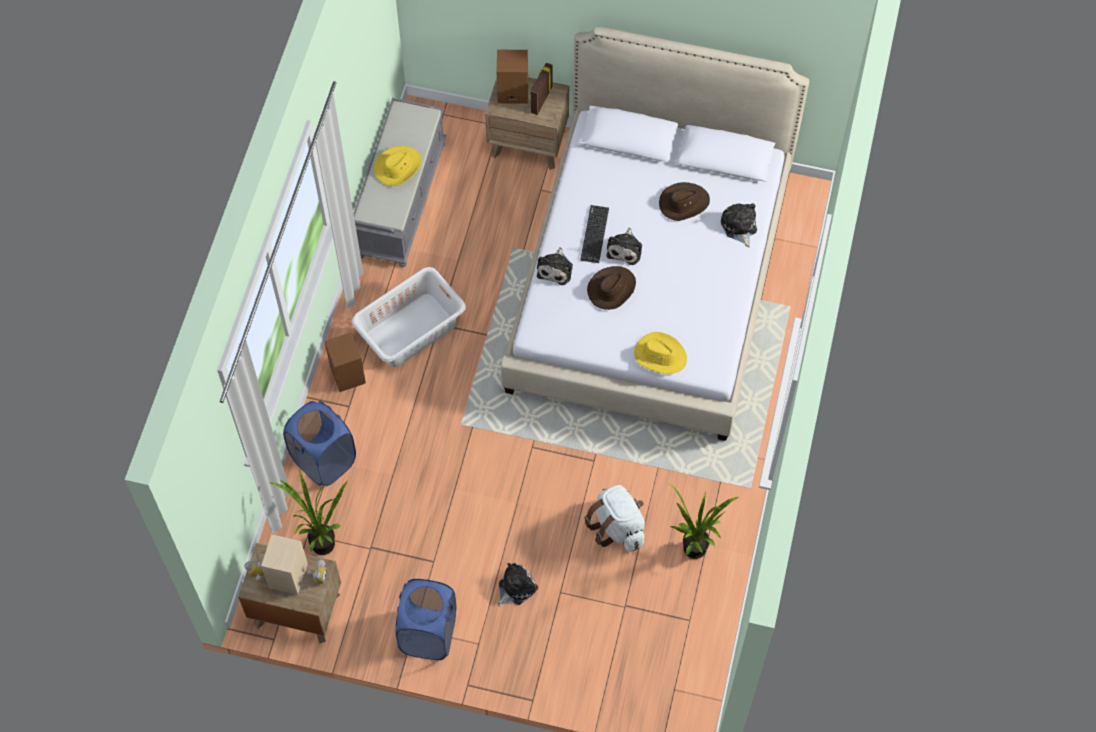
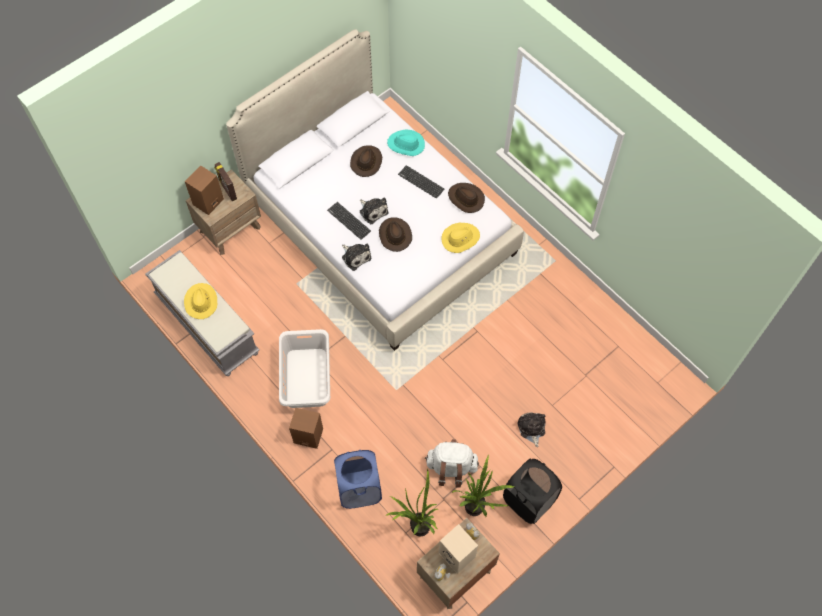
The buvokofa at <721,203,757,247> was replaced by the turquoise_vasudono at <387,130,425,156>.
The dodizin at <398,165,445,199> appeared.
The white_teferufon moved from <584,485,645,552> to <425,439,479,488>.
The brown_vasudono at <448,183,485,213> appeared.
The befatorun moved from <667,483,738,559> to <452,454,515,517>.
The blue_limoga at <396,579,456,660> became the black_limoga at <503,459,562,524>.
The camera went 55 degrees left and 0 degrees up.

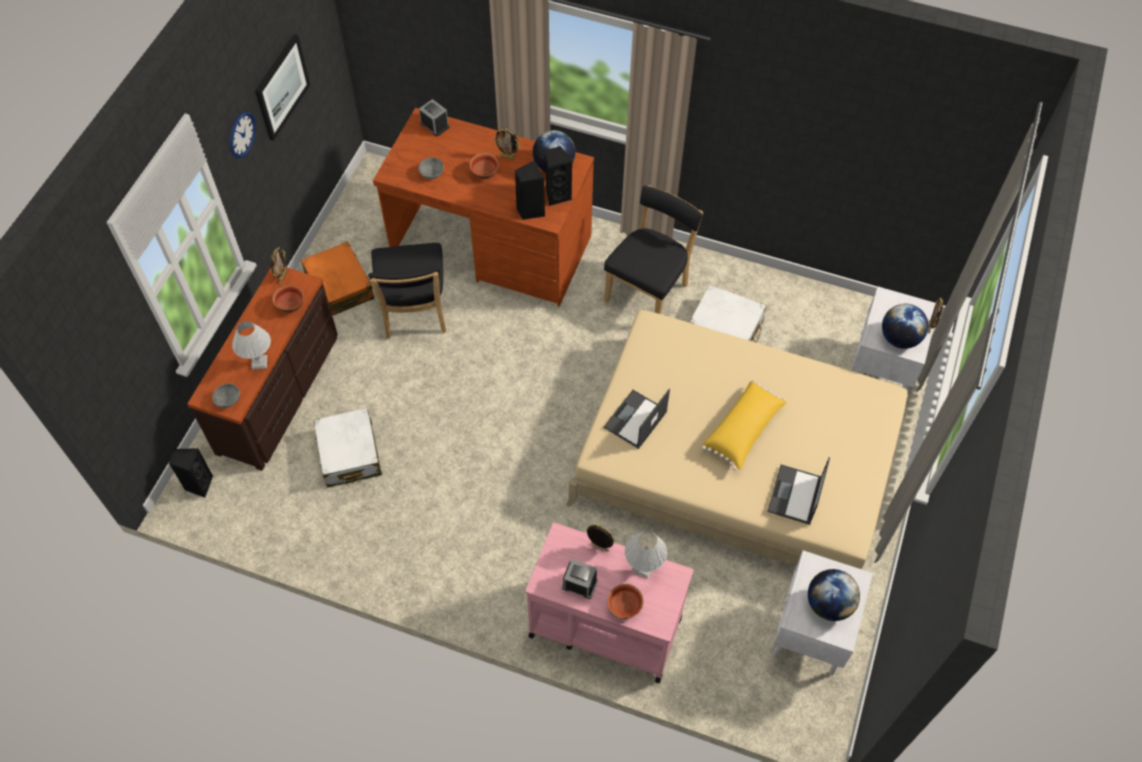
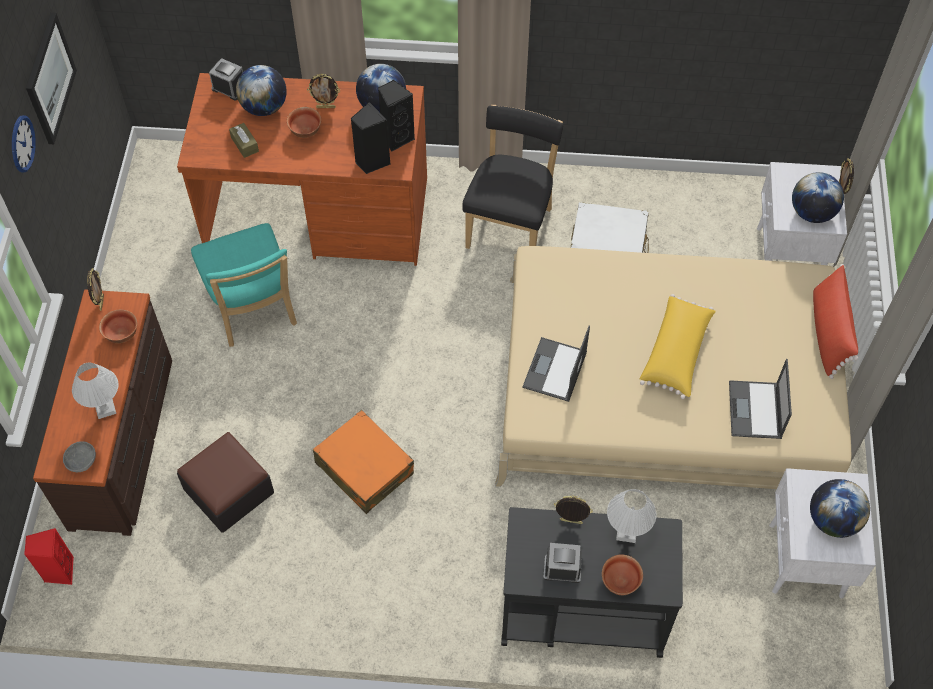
The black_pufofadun at <168,448,213,498> became the red_pufofadun at <24,528,74,585>.
The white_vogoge at <314,408,382,488> was replaced by the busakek at <177,432,274,533>.
The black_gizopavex at <368,243,446,338> became the turquoise_gizopavex at <191,223,297,347>.
The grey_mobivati at <419,157,444,179> was replaced by the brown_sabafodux at <229,123,259,158>.
The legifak at <236,65,287,116> appeared.
The orange_vogoge moved from <301,242,374,316> to <313,410,414,514>.
The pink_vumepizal at <525,523,694,683> became the black_vumepizal at <501,507,683,658>.
The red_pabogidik at <813,264,859,379> appeared.
The camera went 15 degrees left and 0 degrees up.

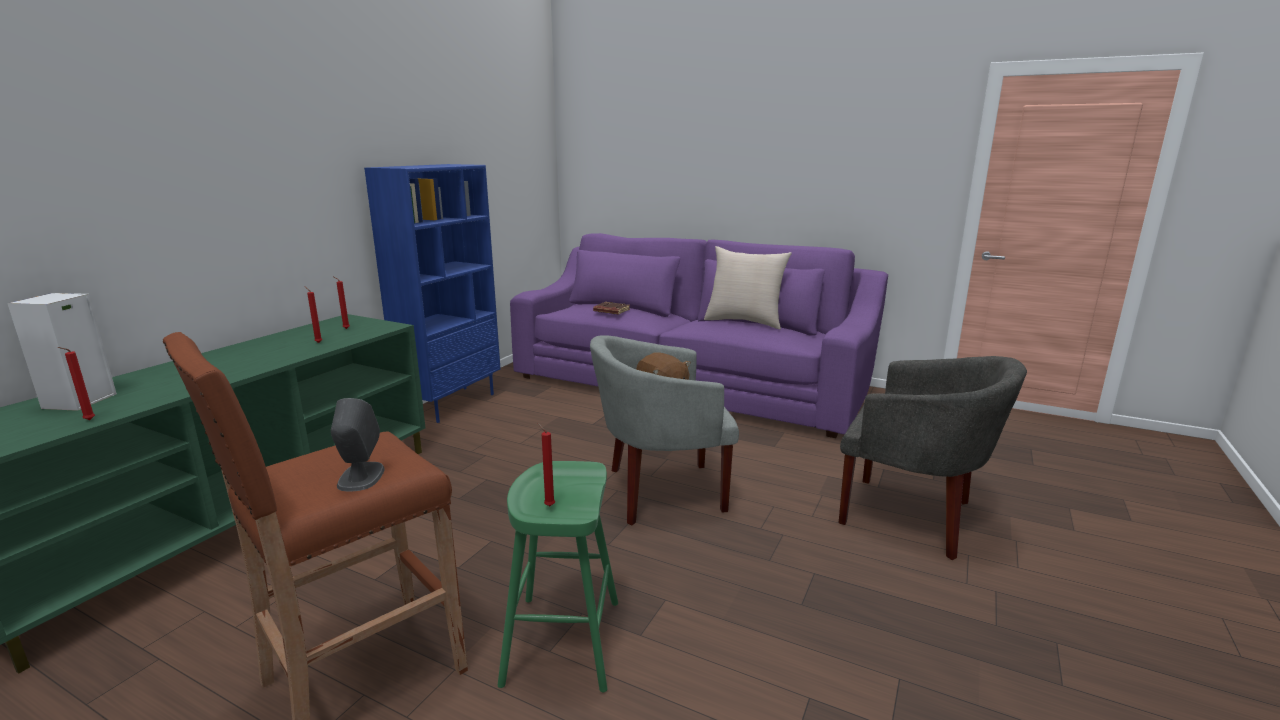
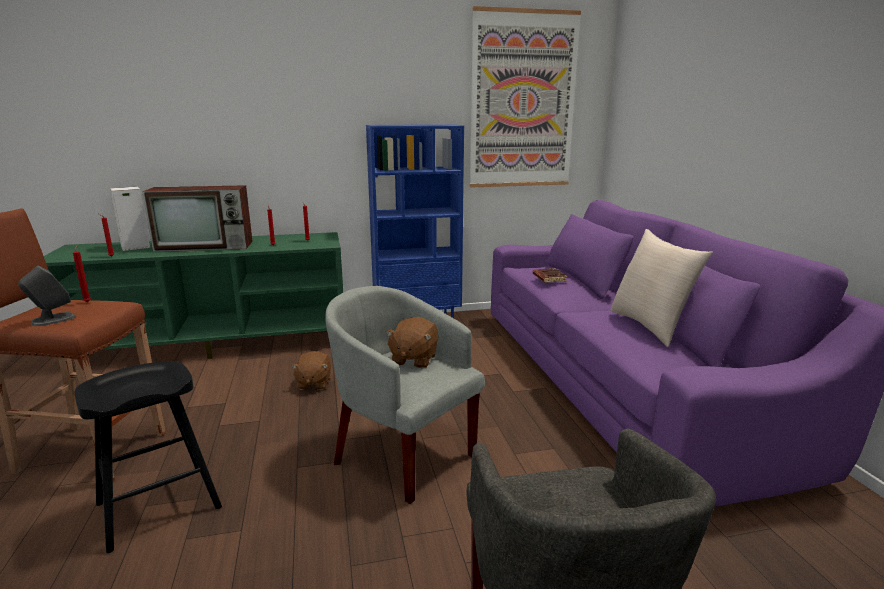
The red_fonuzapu moved from <538,423,555,506> to <73,245,91,303>.
The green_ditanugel at <498,461,618,692> became the black_ditanugel at <75,361,222,553>.
The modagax at <142,185,253,252> appeared.
The brown_buvokofa at <291,351,331,390> appeared.
The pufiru at <470,6,581,188> appeared.
The camera went 50 degrees right and 0 degrees up.

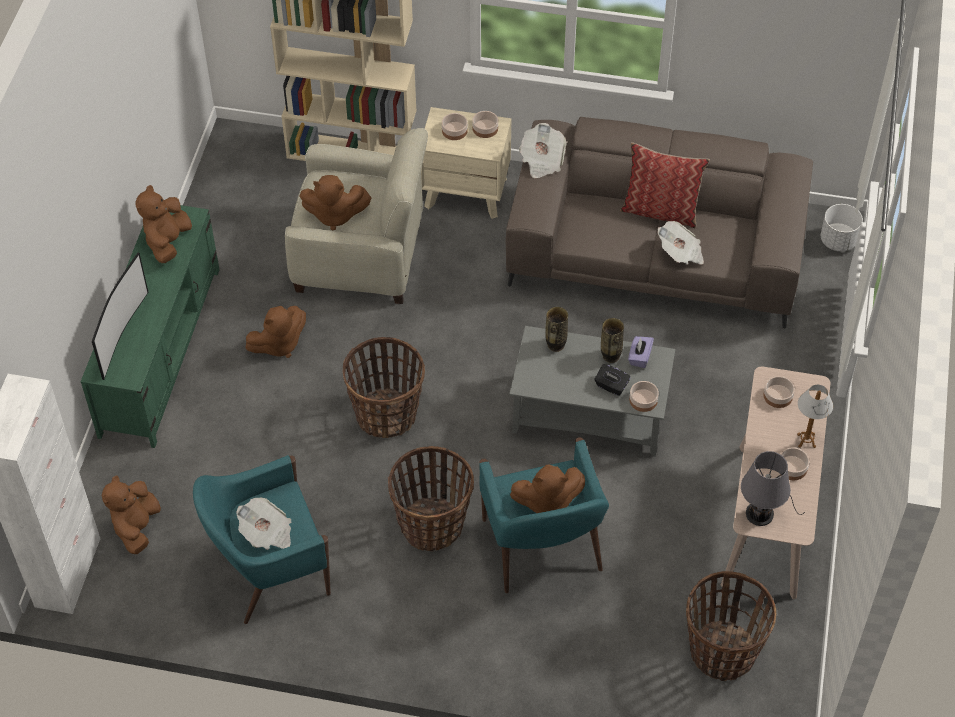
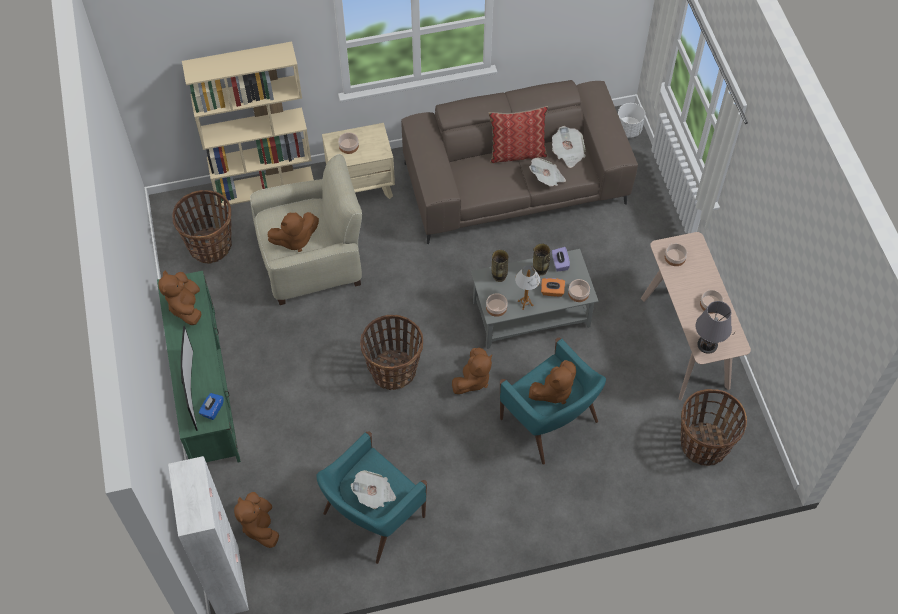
The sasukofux moved from <388,446,474,552> to <172,190,232,264>.
The blue_sabafodux at <199,393,224,420> appeared.
The brown_buvokofa moved from <245,306,306,358> to <452,348,492,394>.
The mobivati moved from <472,111,498,138> to <486,293,508,317>.
The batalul moved from <797,385,833,448> to <515,266,540,310>.
The black_sabafodux at <594,364,631,396> became the orange_sabafodux at <541,278,565,297>.
The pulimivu moved from <519,123,567,178> to <552,126,586,168>.
The camera went 25 degrees left and 5 degrees up.

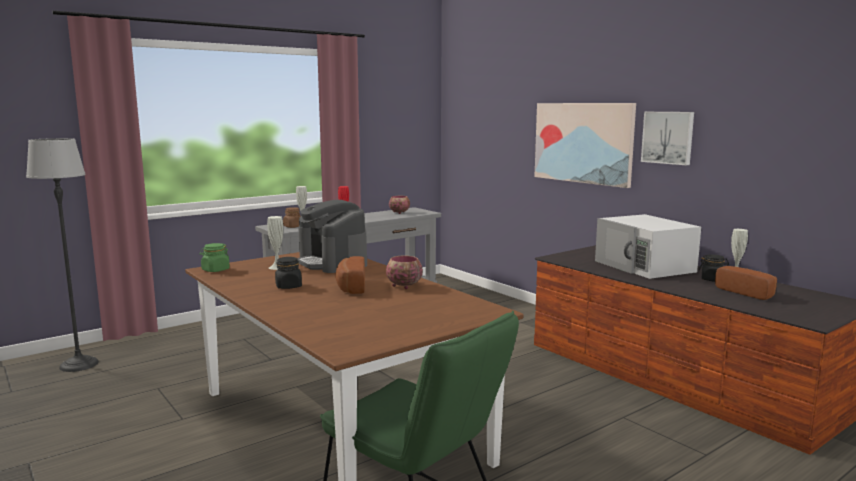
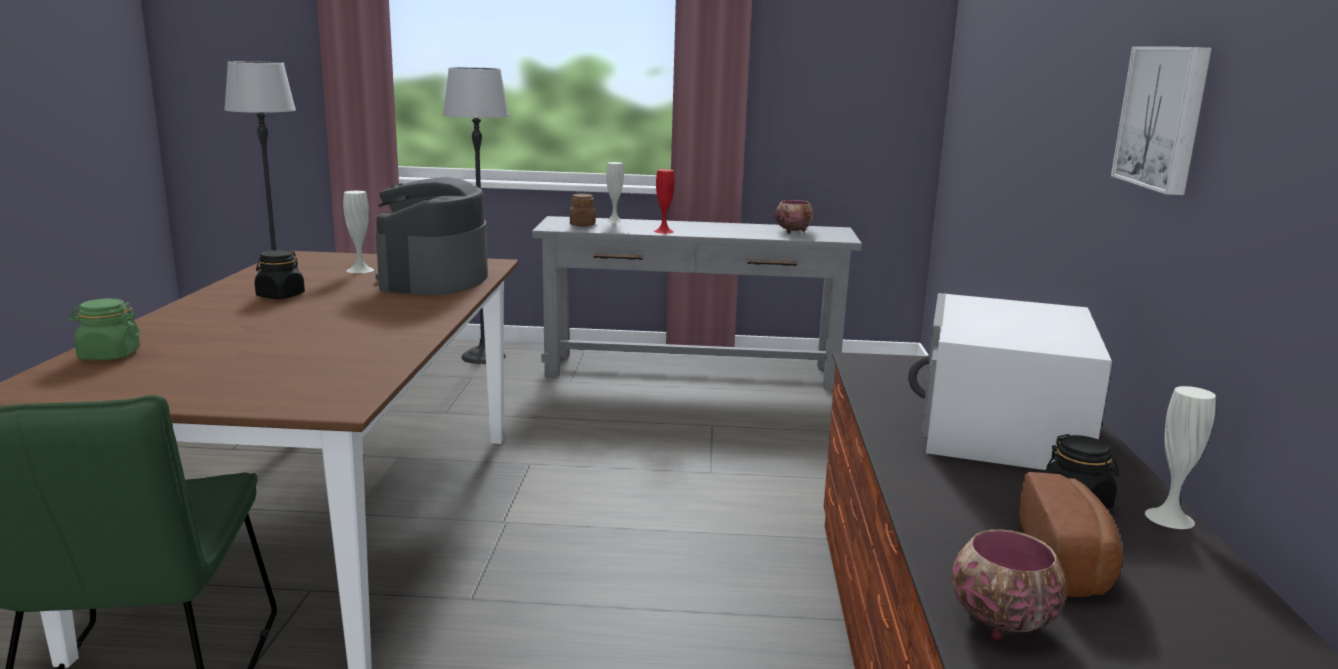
The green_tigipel moved from <200,243,230,272> to <68,298,140,360>.
The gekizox at <443,67,509,364> appeared.
The mobivati moved from <386,255,423,289> to <951,529,1066,640>.
The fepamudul at <335,256,365,294> disappeared.
The pufiru at <534,103,636,188> disappeared.
The camera went 40 degrees right and 5 degrees up.

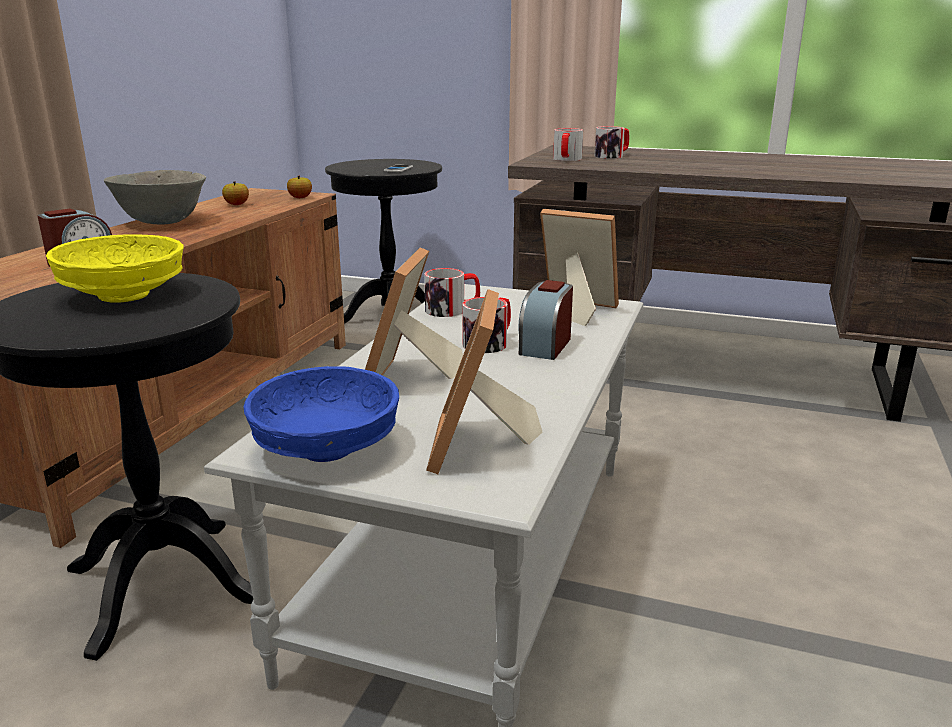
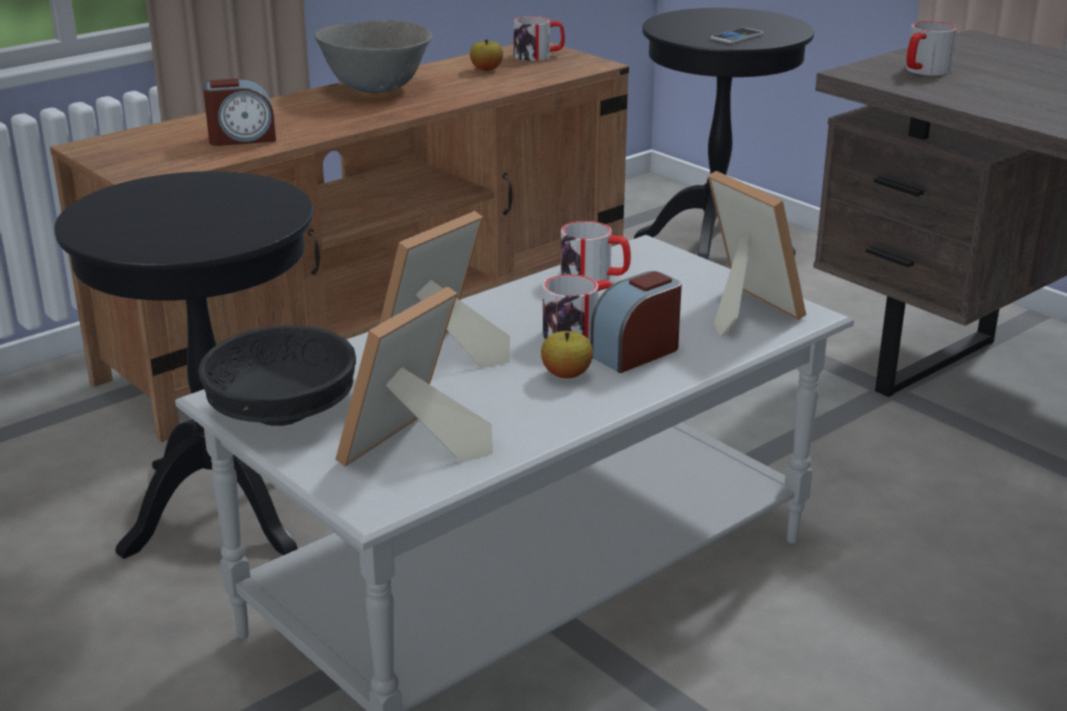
The blue_mobivati at <243,366,399,462> became the black_mobivati at <198,325,356,426>.
The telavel moved from <594,126,629,159> to <514,16,565,61>.
The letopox moved from <287,176,312,198> to <541,331,593,378>.
The yellow_mobivati at <46,235,184,303> disappeared.
The camera went 30 degrees right and 5 degrees up.

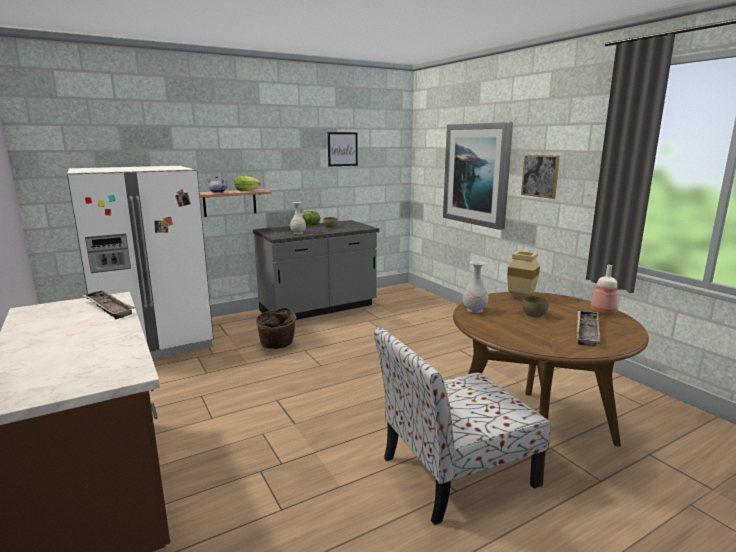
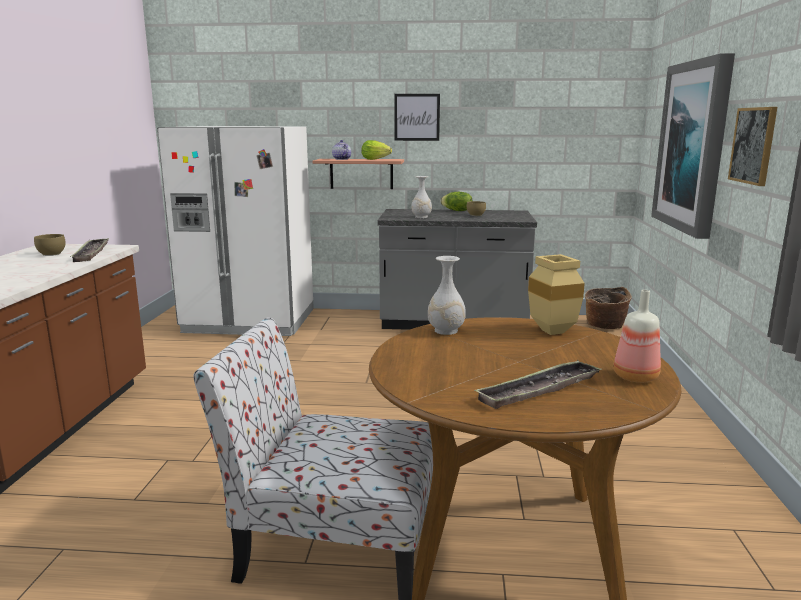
The brown_mobivati moved from <522,296,549,318> to <34,234,66,256>.
The pufiru moved from <328,132,358,166> to <394,94,440,141>.
The sasukofux moved from <256,307,296,349> to <585,287,632,329>.
The camera went 35 degrees right and 0 degrees up.

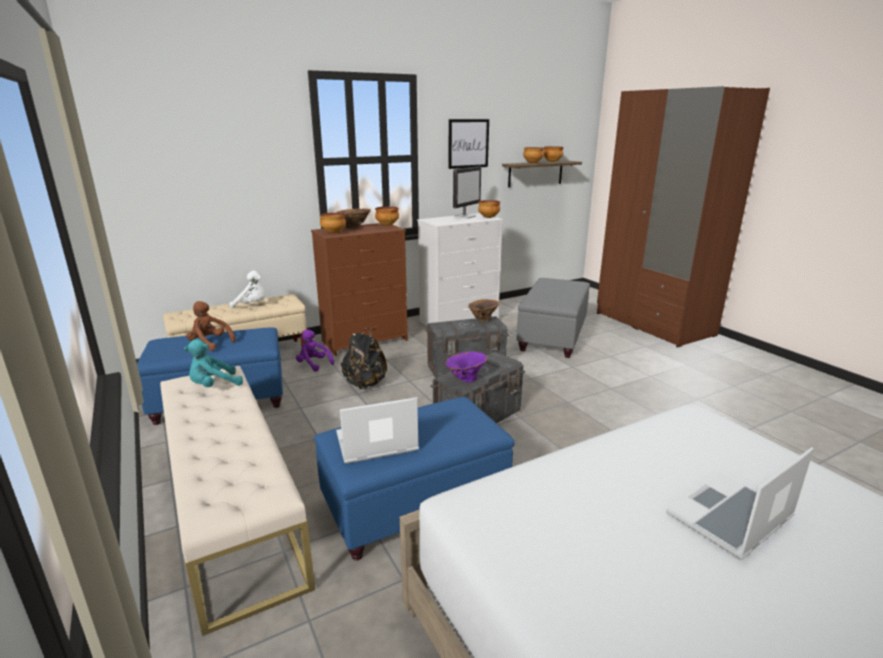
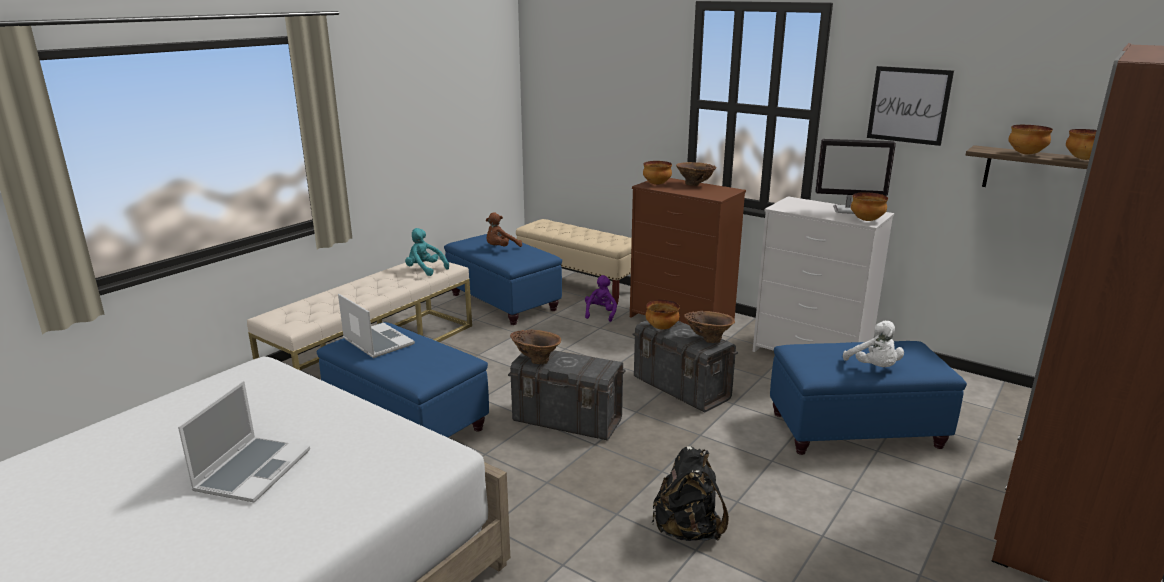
The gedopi at <666,447,814,560> turned 75 degrees clockwise.
The brown_buvokofa at <186,301,236,351> turned 135 degrees counterclockwise.
The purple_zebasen at <446,351,487,382> became the brown_zebasen at <510,329,561,364>.
The mobivati moved from <375,206,399,226> to <646,300,680,330>.
The black_teferufon moved from <341,328,387,389> to <652,446,729,541>.
The grey_busakek at <517,278,590,358> became the blue_busakek at <770,341,967,455>.
The white_buvokofa moved from <229,270,265,309> to <843,321,904,367>.
The camera went 65 degrees right and 0 degrees up.

